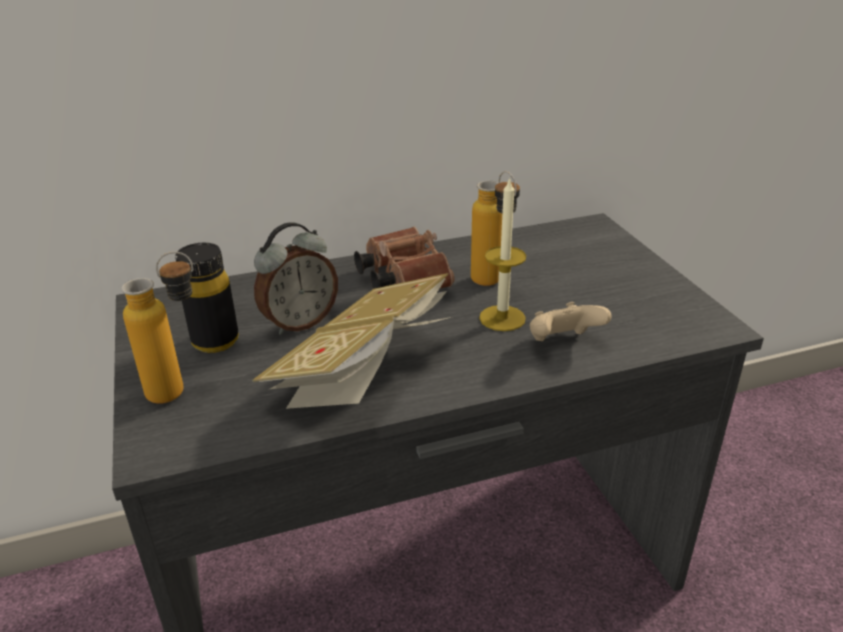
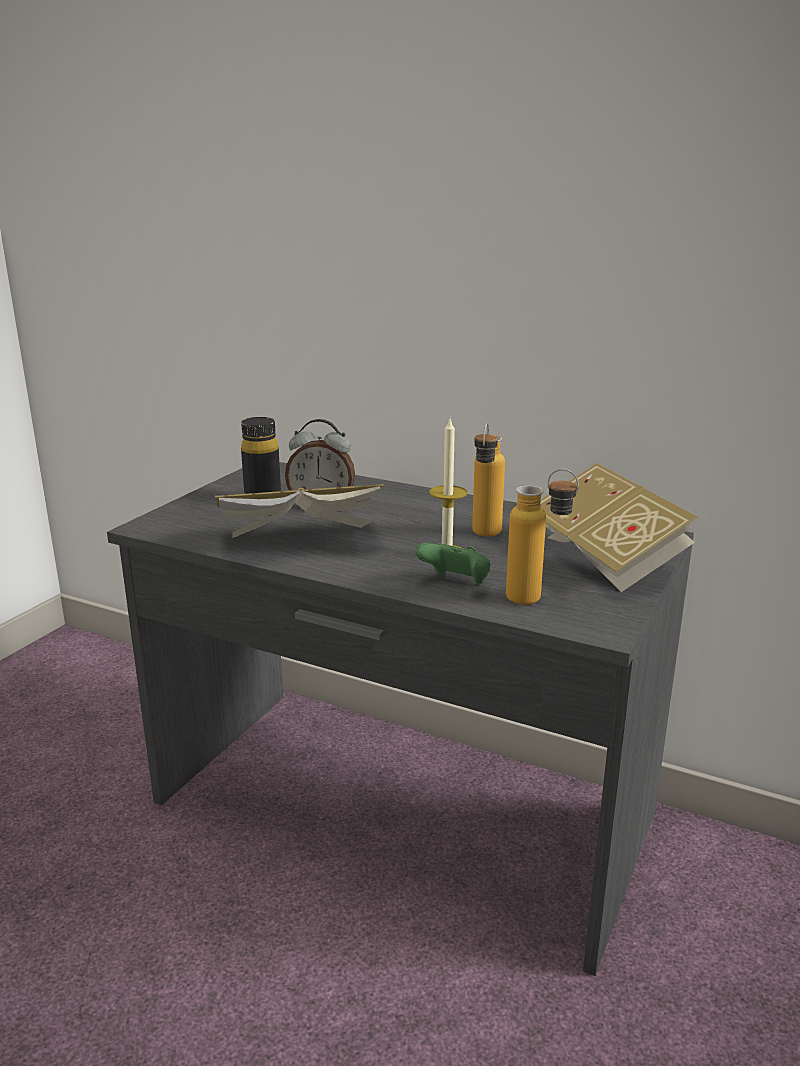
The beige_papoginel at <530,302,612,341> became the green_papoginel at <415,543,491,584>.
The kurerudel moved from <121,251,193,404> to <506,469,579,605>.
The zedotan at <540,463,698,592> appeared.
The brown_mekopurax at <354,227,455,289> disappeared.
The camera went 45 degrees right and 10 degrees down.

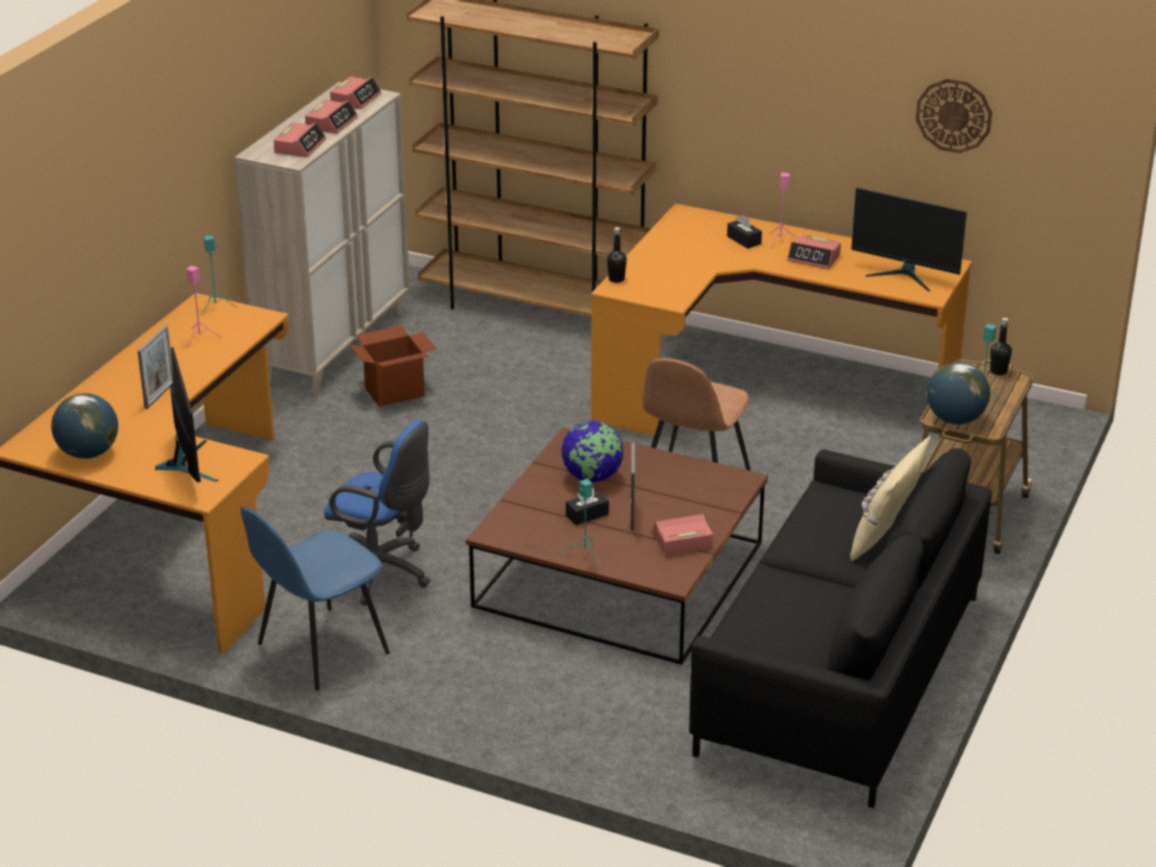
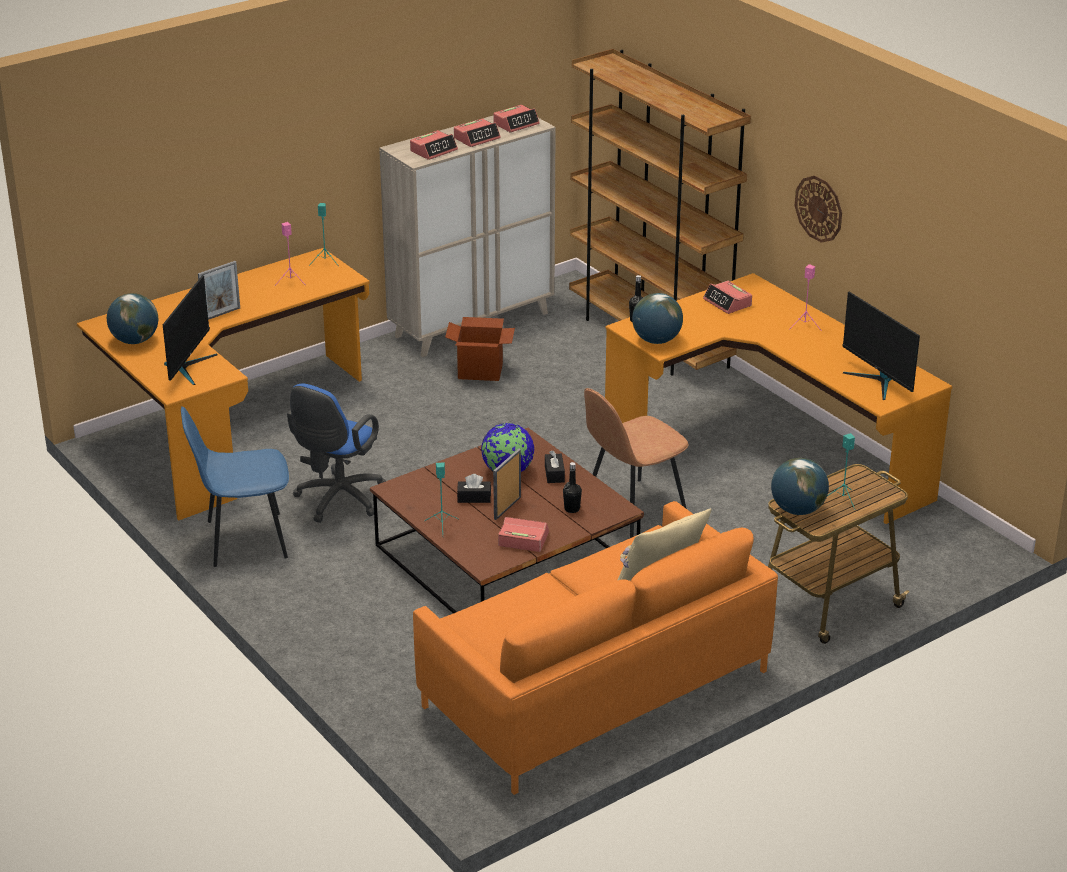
The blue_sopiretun at <324,419,430,605> turned 60 degrees clockwise.
The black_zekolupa at <689,448,992,808> became the orange_zekolupa at <413,501,778,795>.
The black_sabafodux moved from <727,215,762,249> to <545,451,565,483>.
The black_kurerudel moved from <990,318,1012,375> to <563,462,582,513>.
The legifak at <632,293,683,344> appeared.
The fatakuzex moved from <787,234,841,269> to <703,281,752,314>.
The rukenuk moved from <916,79,992,153> to <795,176,842,243>.
The camera went 30 degrees right and 0 degrees up.

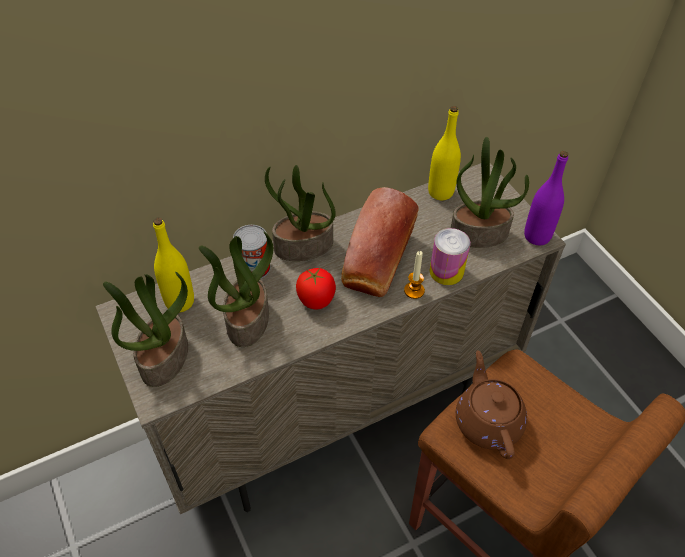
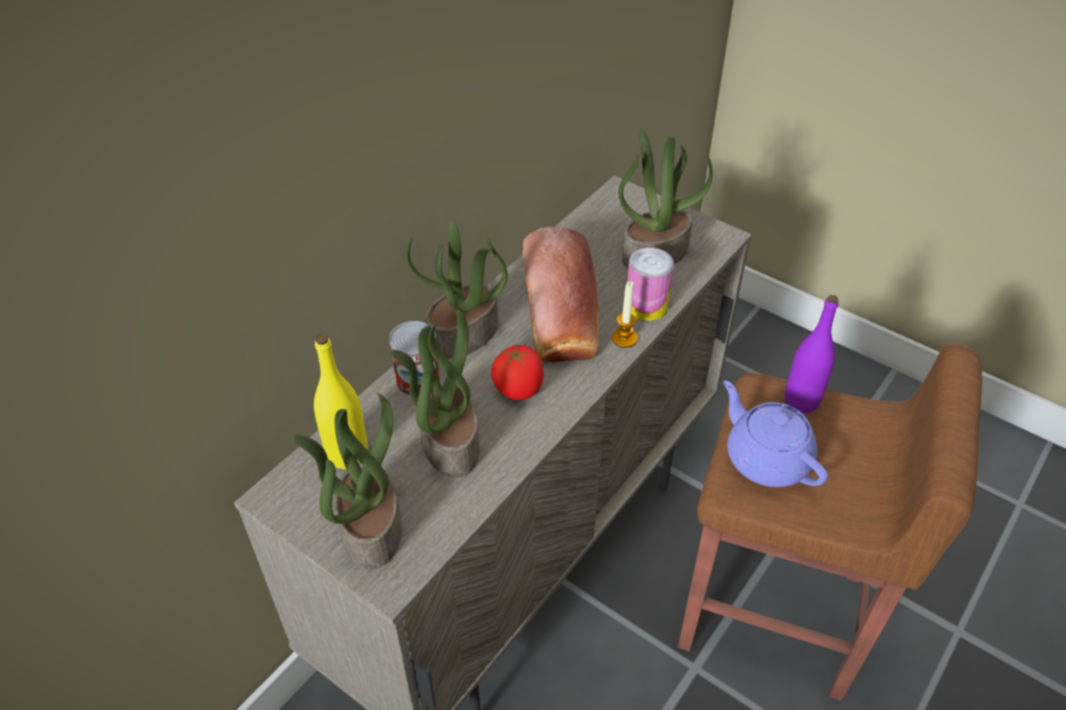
The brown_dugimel at <456,350,527,459> became the purple_dugimel at <723,380,828,487>.
The purple_kurerudel moved from <524,151,568,245> to <785,295,838,413>.
The yellow_kurerudel at <428,106,461,200> disappeared.
The camera went 25 degrees left and 5 degrees down.

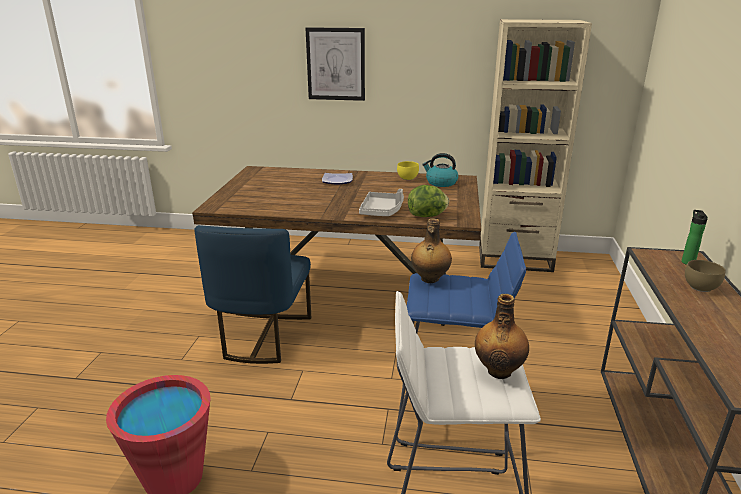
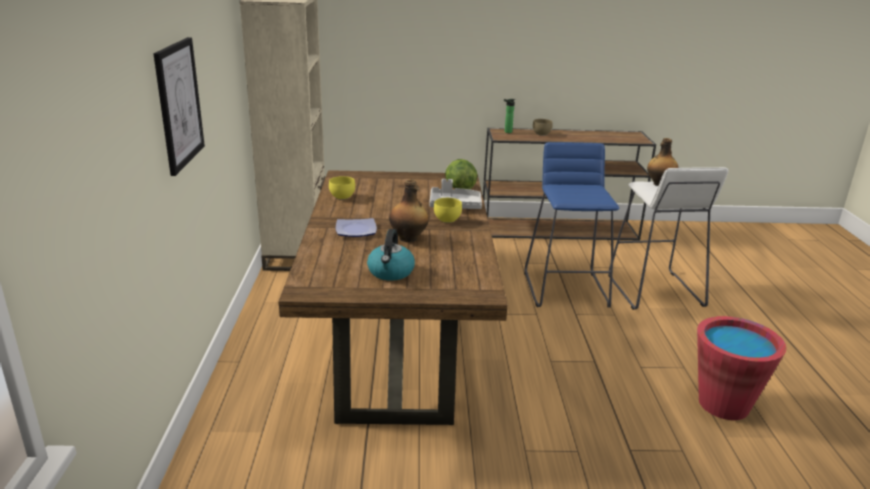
The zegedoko moved from <422,153,458,187> to <367,229,415,281>.
The kurerudel moved from <411,218,452,283> to <389,179,429,242>.
The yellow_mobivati at <434,198,462,223> appeared.
The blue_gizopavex at <194,225,311,364> disappeared.
The camera went 100 degrees left and 0 degrees up.

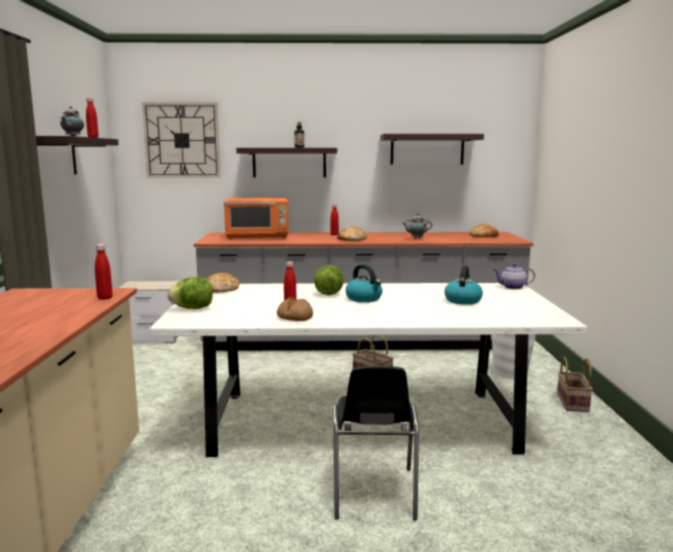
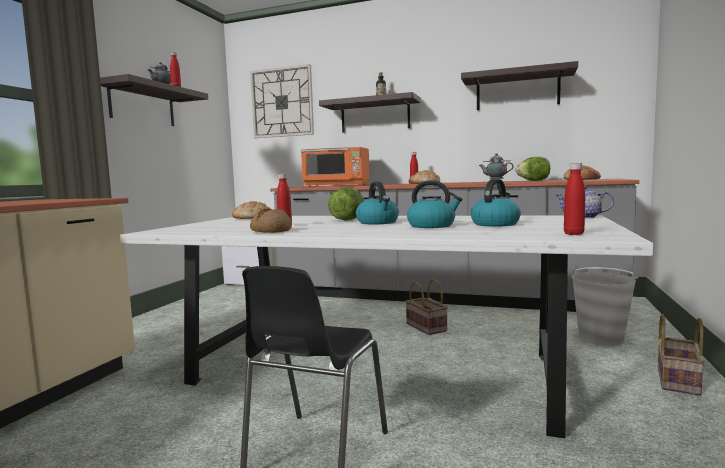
The zegedoko at <407,180,462,228> appeared.
The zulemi moved from <167,277,213,309> to <516,157,550,181>.
The red_kurerudel moved from <95,244,113,300> to <564,163,585,235>.
The camera went 20 degrees right and 5 degrees down.

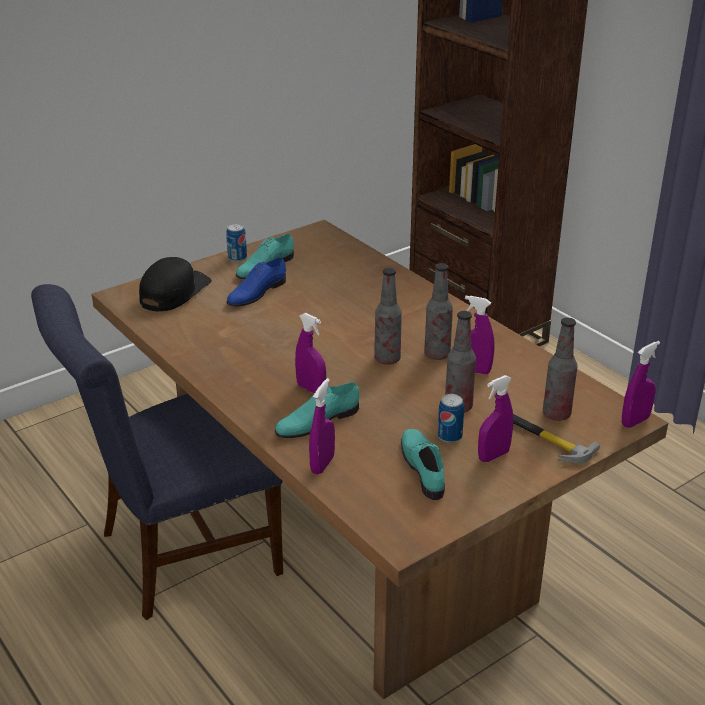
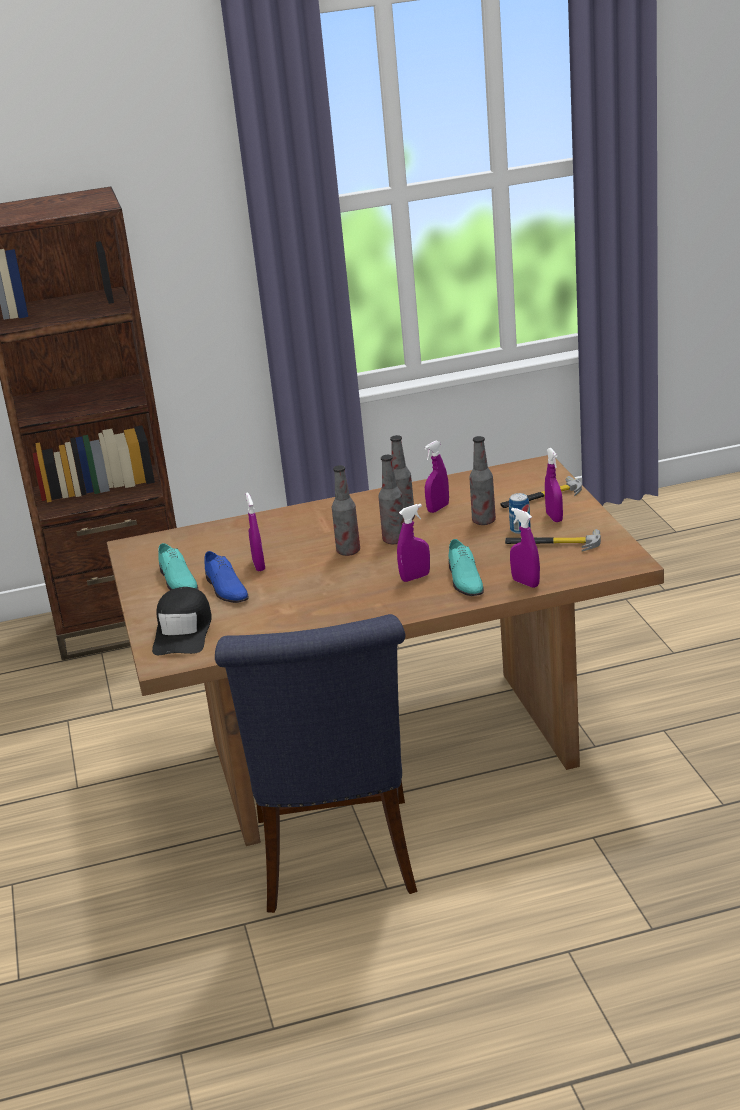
The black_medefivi at <139,257,212,312> turned 135 degrees counterclockwise.
The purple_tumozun moved from <622,341,660,428> to <246,492,265,571>.
The kurerudel moved from <543,318,578,421> to <332,465,360,556>.
The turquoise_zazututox at <401,429,445,500> was replaced by the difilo at <505,529,601,552>.
The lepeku at <226,224,247,262> disappeared.
The camera went 65 degrees left and 5 degrees down.

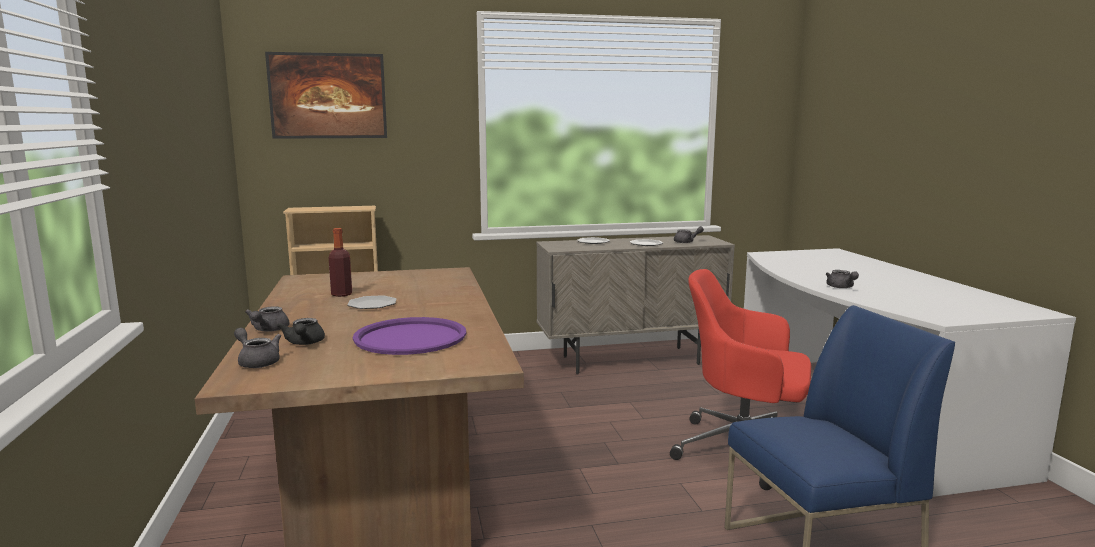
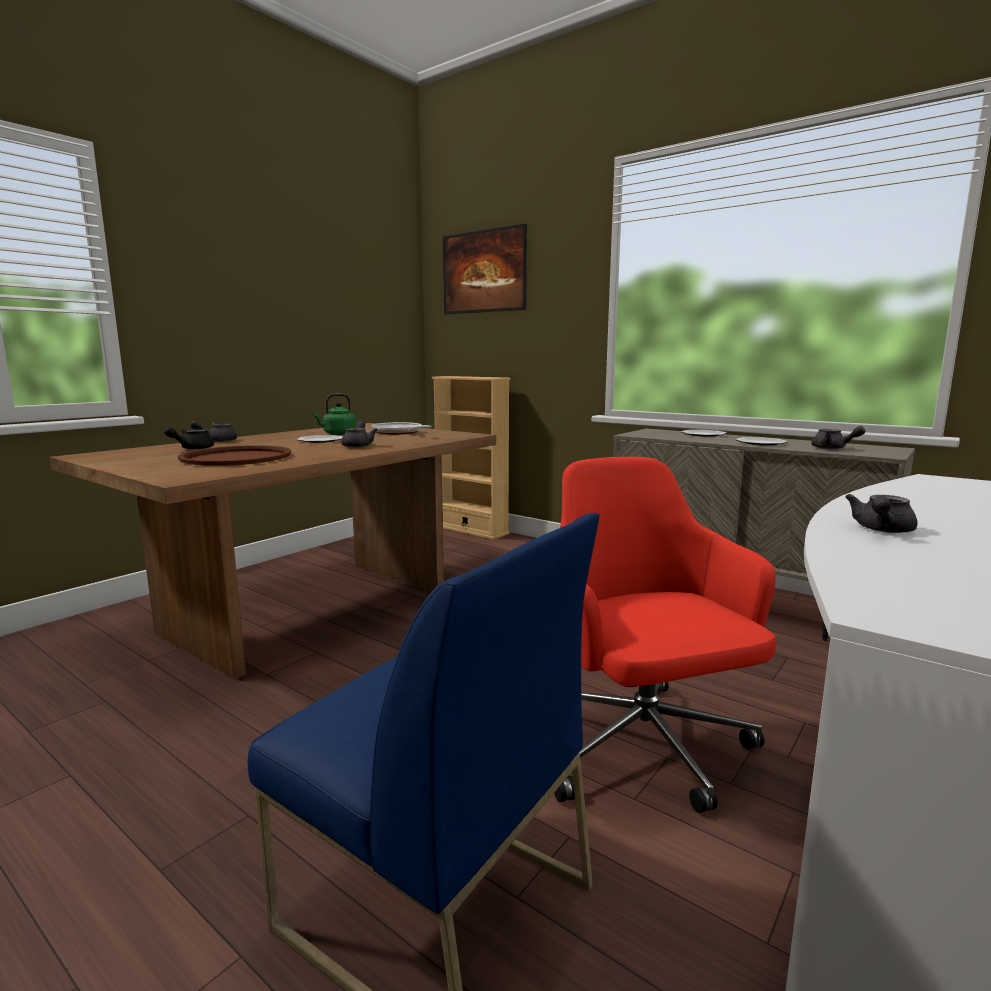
The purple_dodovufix at <353,317,466,355> became the brown_dodovufix at <178,445,291,466>.
The kurerudel at <329,228,352,297> was replaced by the green_zegedoko at <312,393,356,435>.
The grey_dugimel moved from <234,328,281,368> to <341,421,377,448>.
The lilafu at <372,422,431,435> appeared.
The camera went 50 degrees right and 0 degrees up.

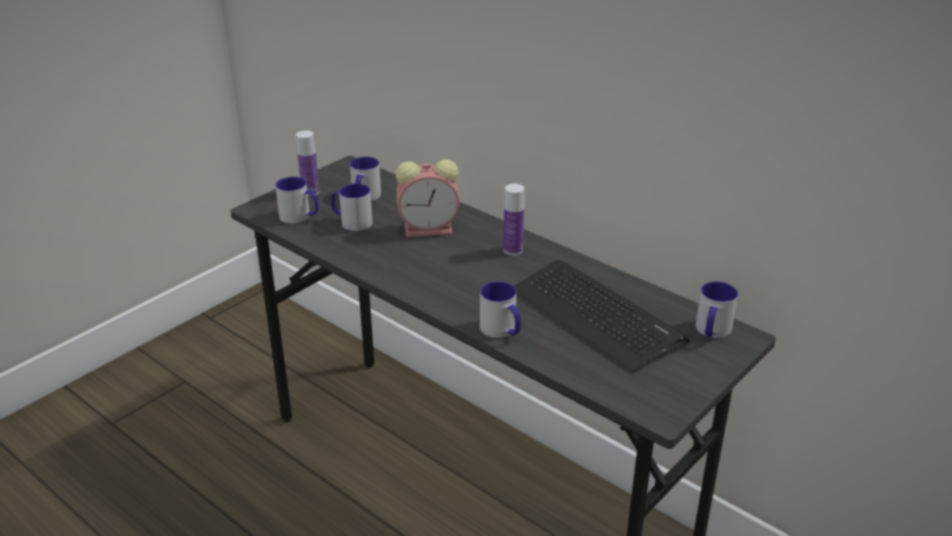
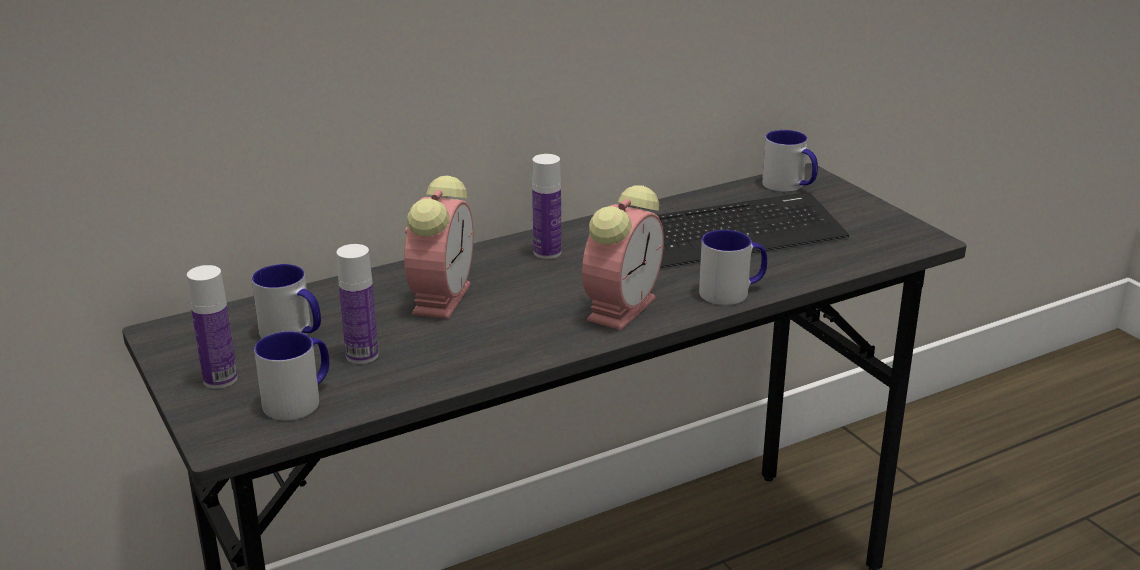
The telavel at <331,183,372,231> was replaced by the kurerudel at <336,244,379,364>.
The fatakuzex at <582,185,664,330> appeared.
The camera went 70 degrees left and 5 degrees down.

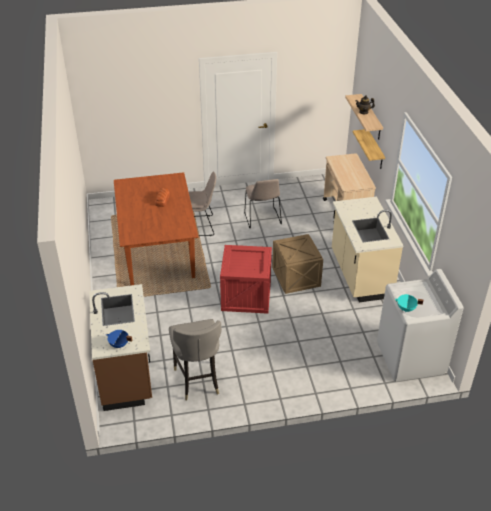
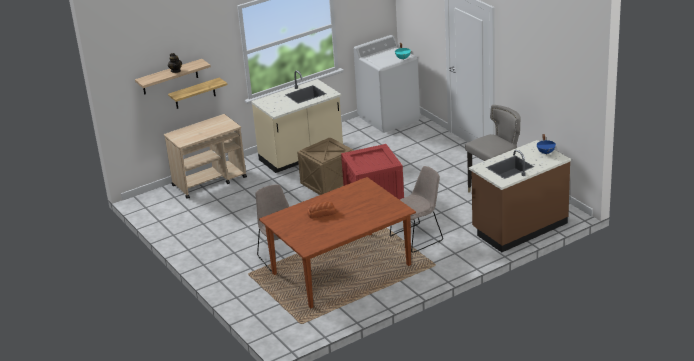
The beige_gizopavex moved from <244,179,282,228> to <390,166,443,252>.
The camera went 110 degrees left and 10 degrees down.

